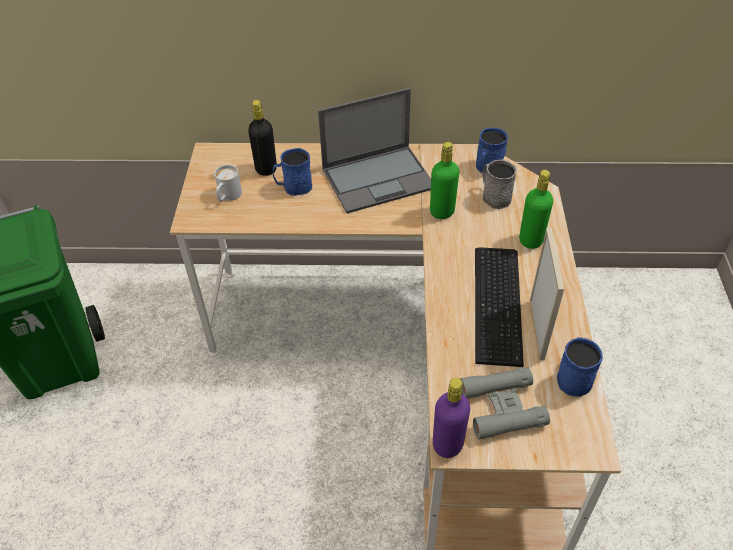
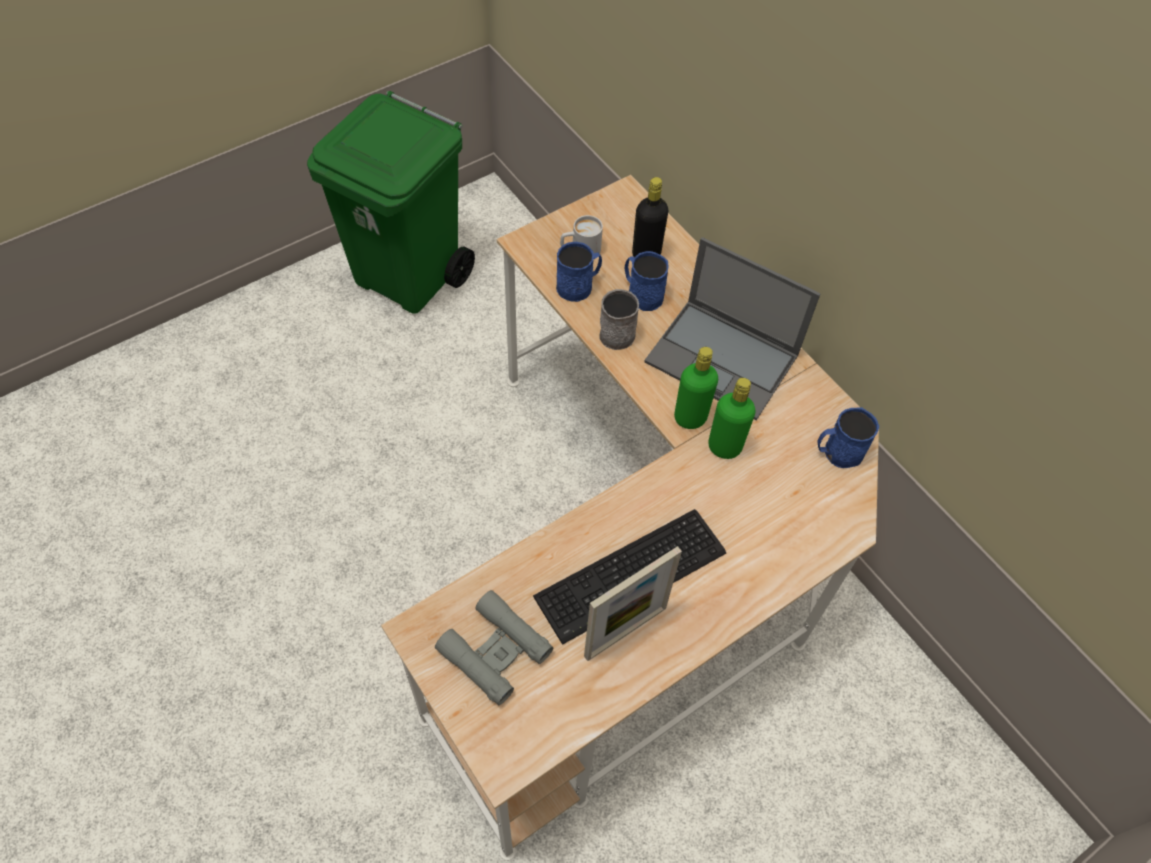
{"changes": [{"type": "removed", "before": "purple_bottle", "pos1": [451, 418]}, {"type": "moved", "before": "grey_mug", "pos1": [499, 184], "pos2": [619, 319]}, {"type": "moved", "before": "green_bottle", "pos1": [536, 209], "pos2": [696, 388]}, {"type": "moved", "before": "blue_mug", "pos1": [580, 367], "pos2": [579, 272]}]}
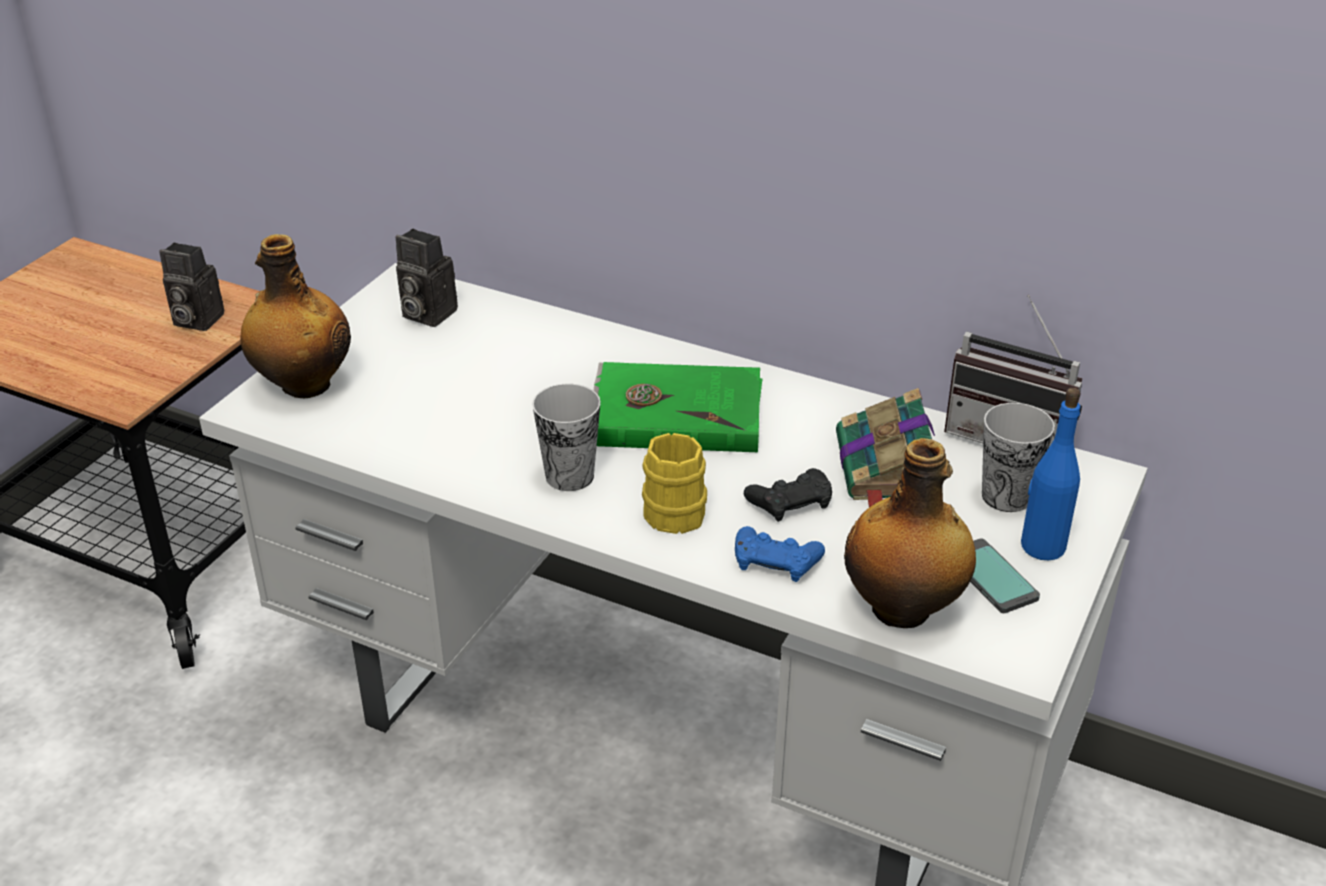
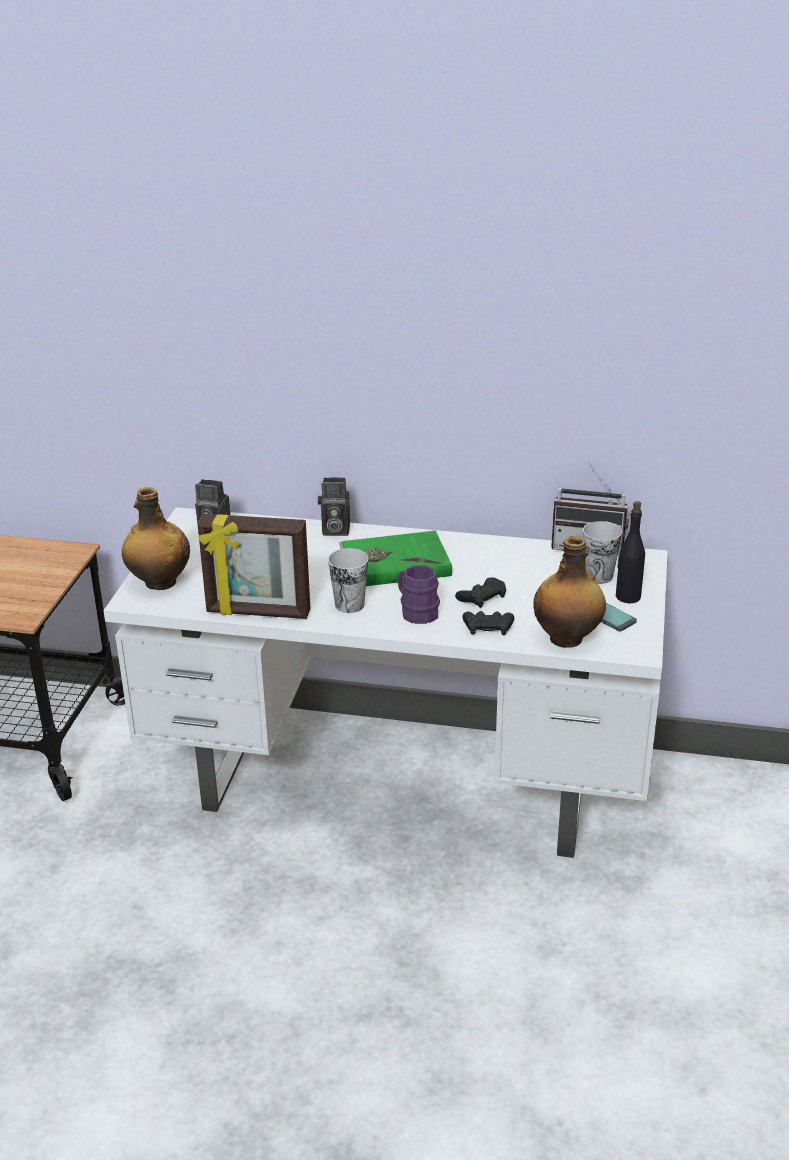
{"changes": [{"type": "moved", "before": "photo_camera", "pos1": [191, 286], "pos2": [334, 506]}, {"type": "recoloured", "before": "yellow_mug", "after": "purple_mug", "pos1": [674, 483], "pos2": [419, 594]}, {"type": "recoloured", "before": "blue_game_controller", "after": "black_game_controller", "pos1": [780, 554], "pos2": [488, 623]}, {"type": "removed", "before": "book", "pos1": [885, 447]}, {"type": "recoloured", "before": "blue_bottle", "after": "black_bottle", "pos1": [1051, 474], "pos2": [630, 552]}, {"type": "added", "after": "picture_frame", "pos2": [253, 566]}]}
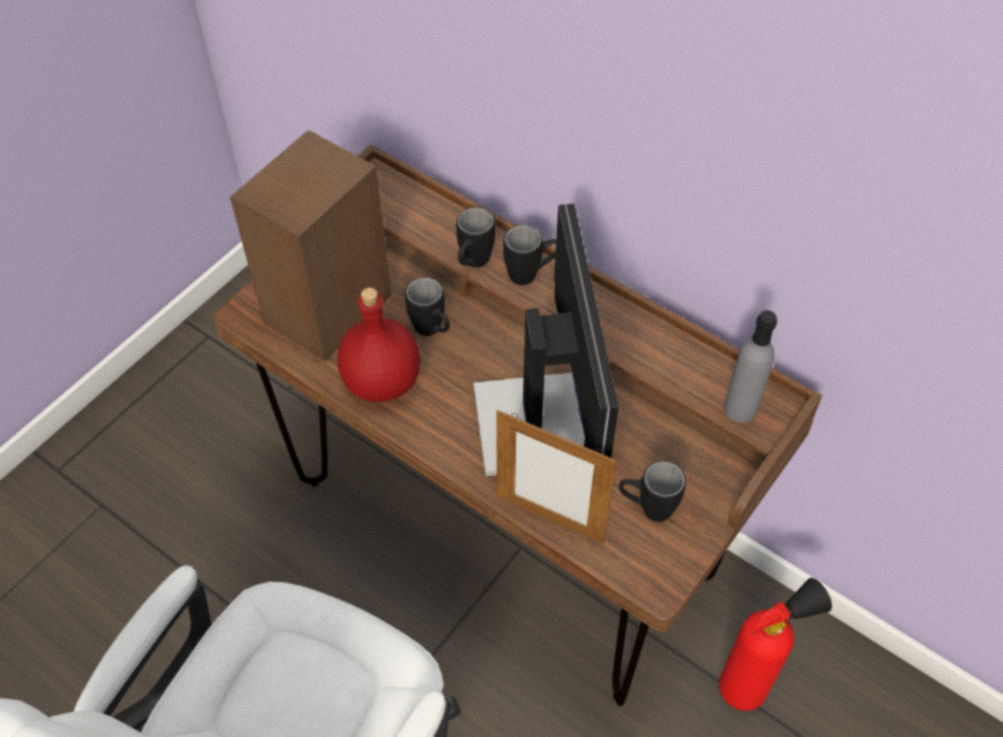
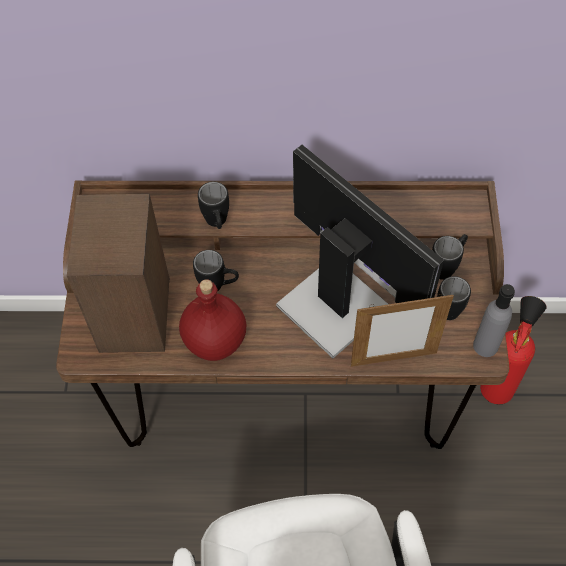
{"changes": [{"type": "moved", "before": "black_mug", "pos1": [529, 255], "pos2": [450, 257]}, {"type": "moved", "before": "grey_bottle", "pos1": [750, 366], "pos2": [494, 320]}]}
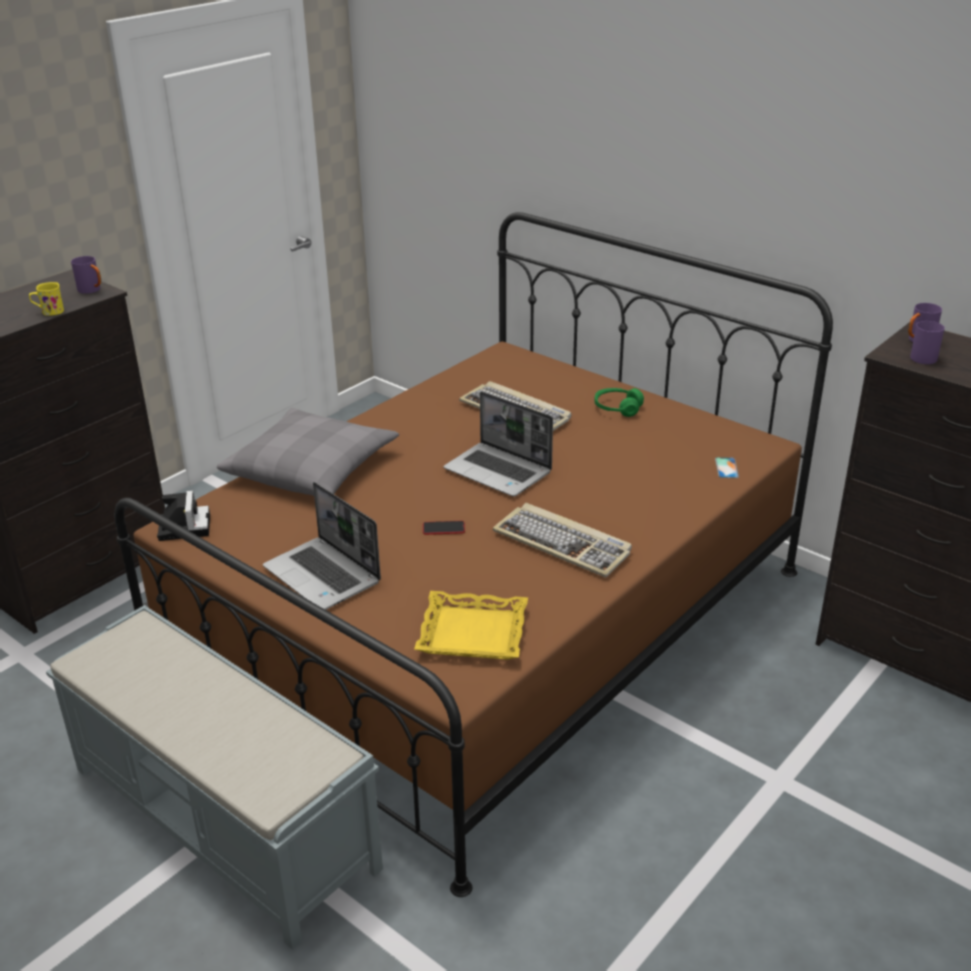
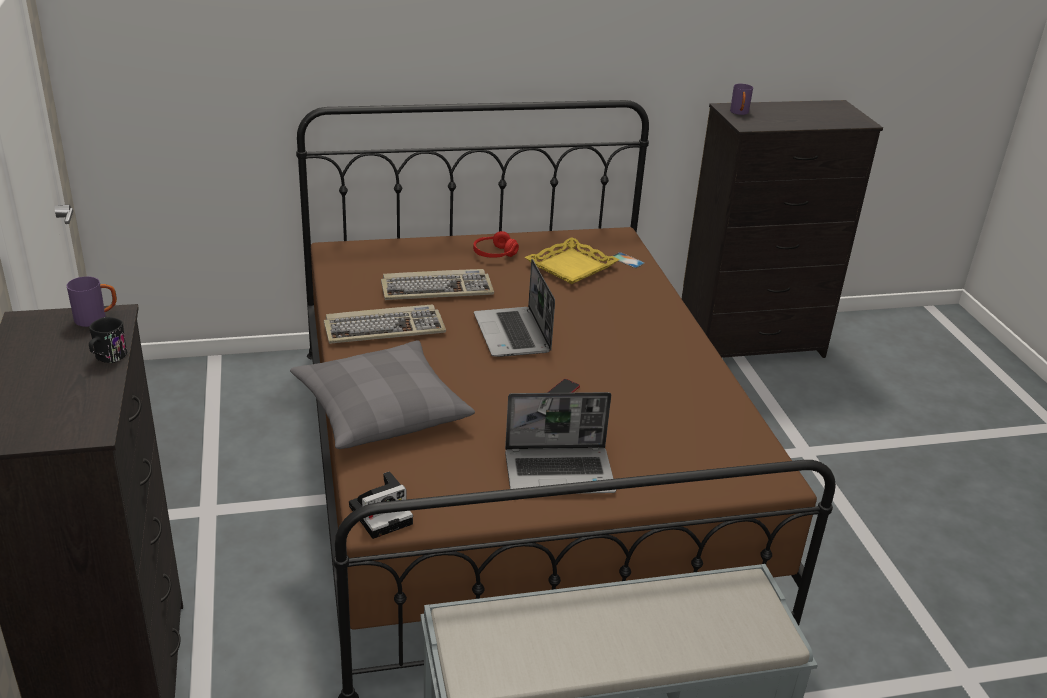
{"changes": [{"type": "recoloured", "before": "yellow_mug", "after": "black_mug", "pos1": [46, 299], "pos2": [108, 340]}, {"type": "turned", "before": "photo_camera", "pos1": [183, 516], "pos2": [381, 505], "turn": 120}, {"type": "moved", "before": "yellow_tray", "pos1": [471, 625], "pos2": [572, 260]}, {"type": "turned", "before": "laptop", "pos1": [498, 444], "pos2": [514, 308], "turn": 90}, {"type": "moved", "before": "keyboard", "pos1": [562, 540], "pos2": [385, 324]}, {"type": "recoloured", "before": "green_headphones", "after": "red_headphones", "pos1": [619, 402], "pos2": [496, 244]}, {"type": "removed", "before": "purple_mug", "pos1": [927, 342]}]}
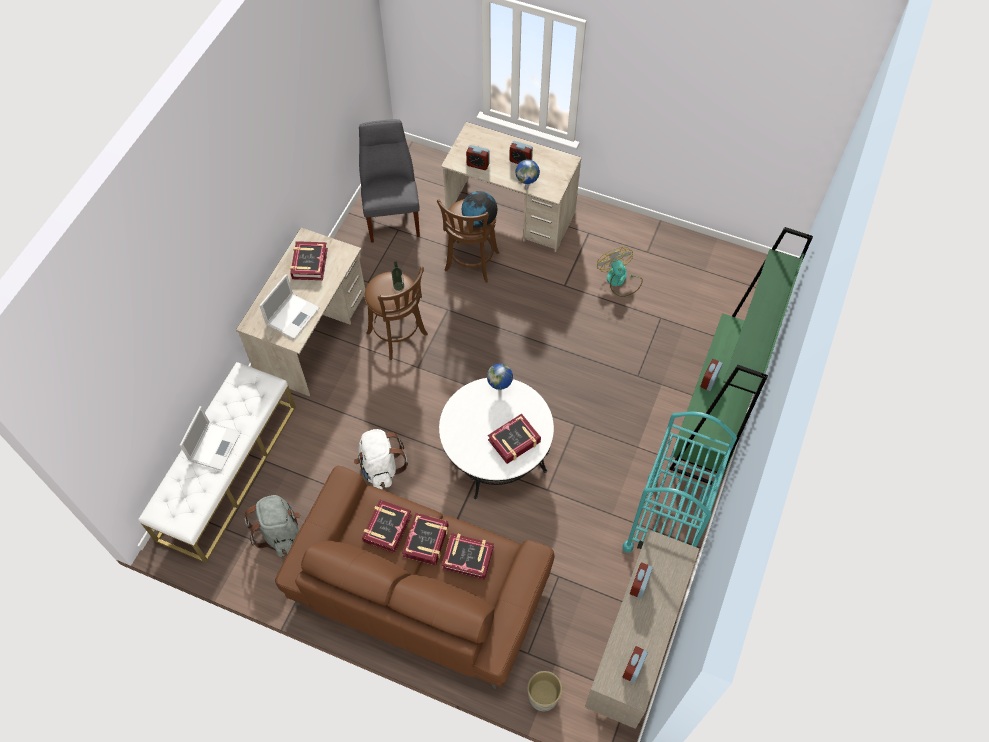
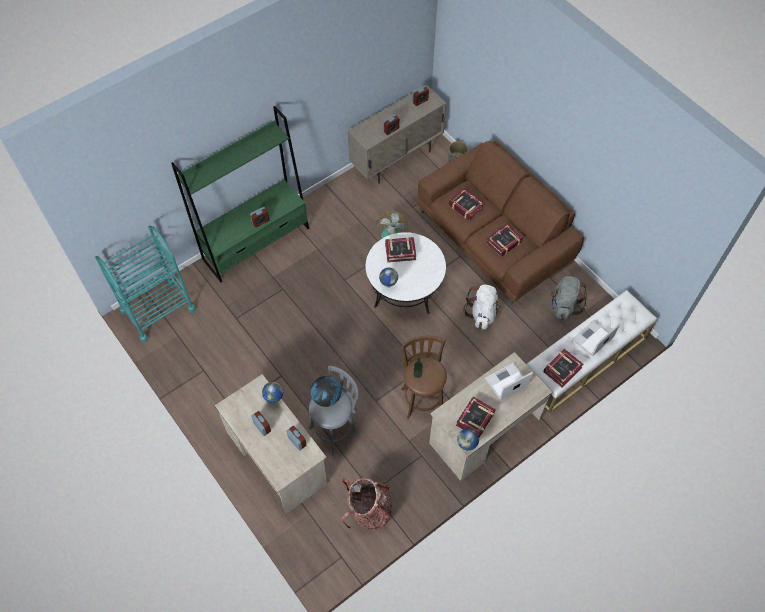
{"changes": [{"type": "replaced", "before": "grey_chair", "after": "backpack", "pos1": [389, 181], "pos2": [367, 504]}, {"type": "moved", "before": "book", "pos1": [425, 539], "pos2": [563, 368]}, {"type": "recoloured", "before": "brown_stool", "after": "grey_stool", "pos1": [468, 241], "pos2": [334, 410]}, {"type": "moved", "before": "fan", "pos1": [620, 272], "pos2": [392, 224]}, {"type": "moved", "before": "turquoise_cart", "pos1": [680, 482], "pos2": [145, 284]}, {"type": "added", "after": "globe", "pos2": [468, 440]}]}
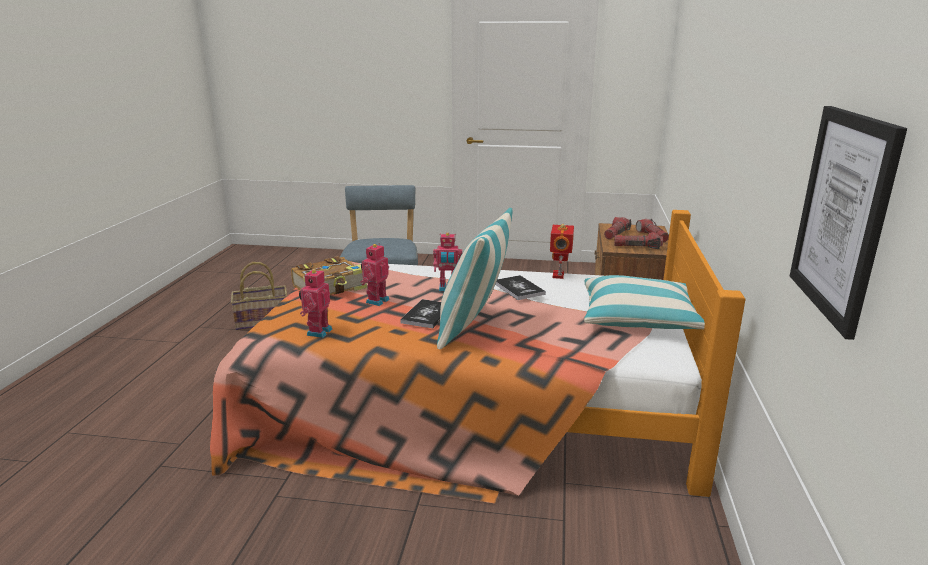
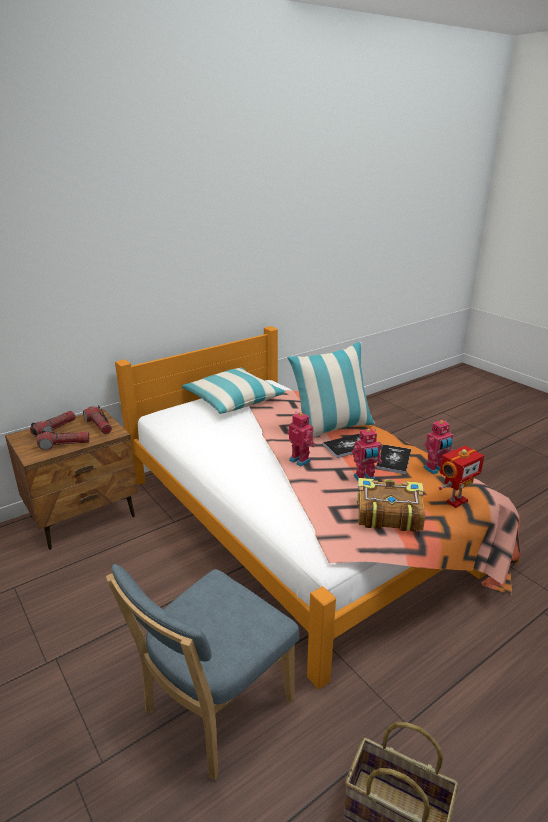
{"changes": [{"type": "moved", "before": "book", "pos1": [520, 287], "pos2": [393, 459]}, {"type": "moved", "before": "toy_robot", "pos1": [562, 251], "pos2": [461, 477]}, {"type": "removed", "before": "picture", "pos1": [848, 223]}]}
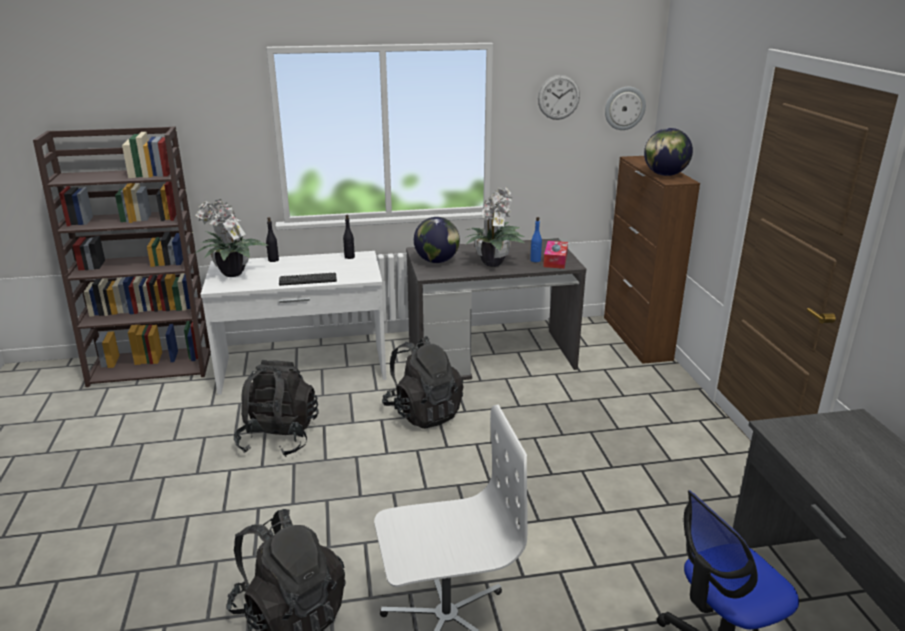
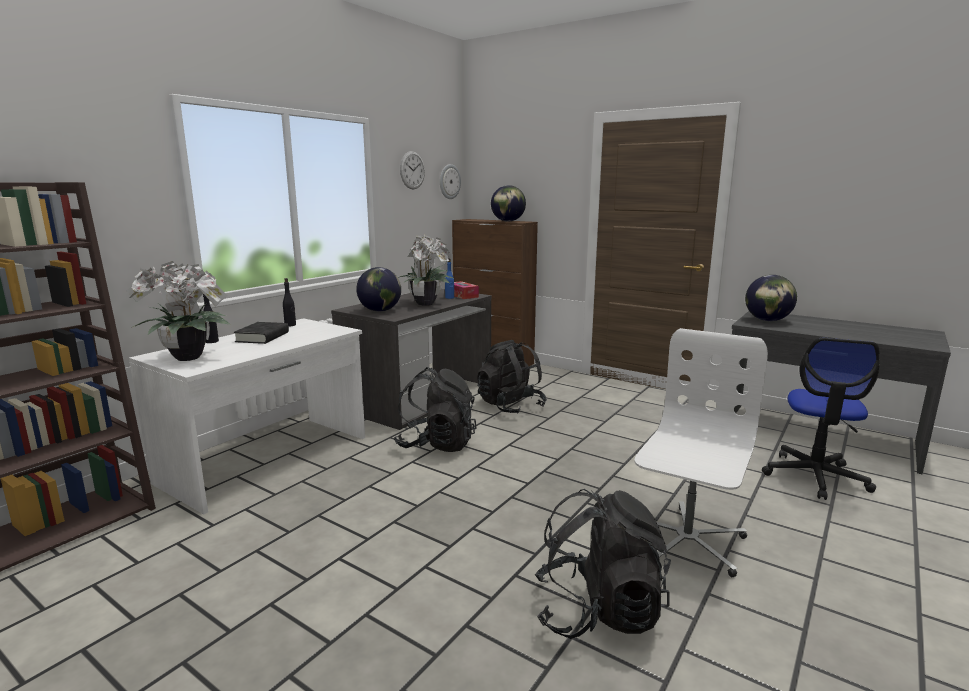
{"changes": [{"type": "moved", "before": "black_backpack", "pos1": [276, 408], "pos2": [512, 377]}, {"type": "removed", "before": "keyboard", "pos1": [308, 279]}, {"type": "added", "after": "black_book", "pos2": [261, 333]}, {"type": "added", "after": "globe", "pos2": [771, 298]}]}
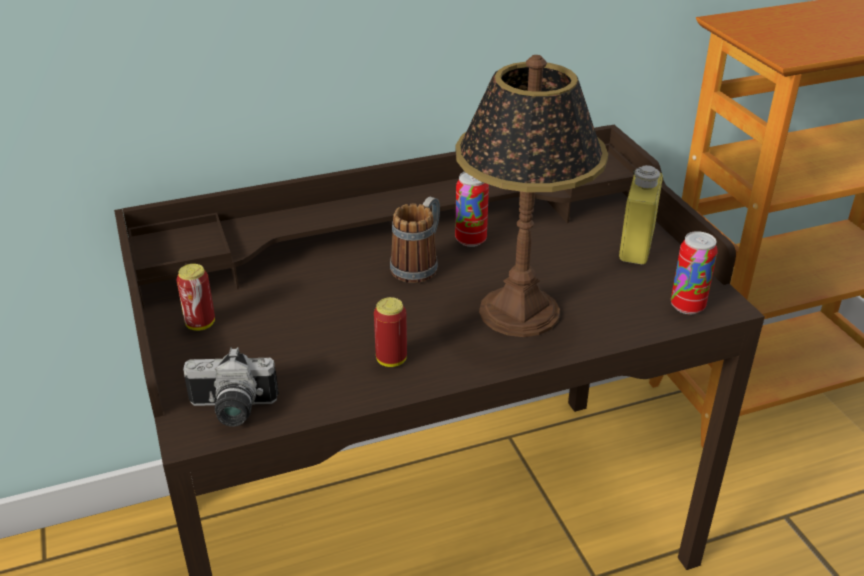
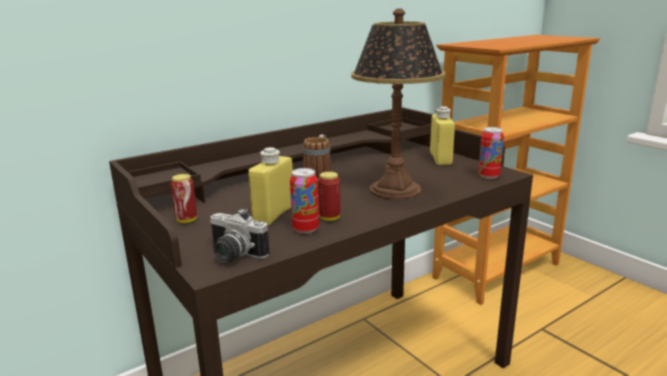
{"changes": [{"type": "turned", "before": "photo_camera", "pos1": [231, 387], "pos2": [239, 235], "turn": 45}, {"type": "moved", "before": "can", "pos1": [472, 209], "pos2": [304, 201]}, {"type": "added", "after": "yellow_bottle", "pos2": [270, 186]}]}
